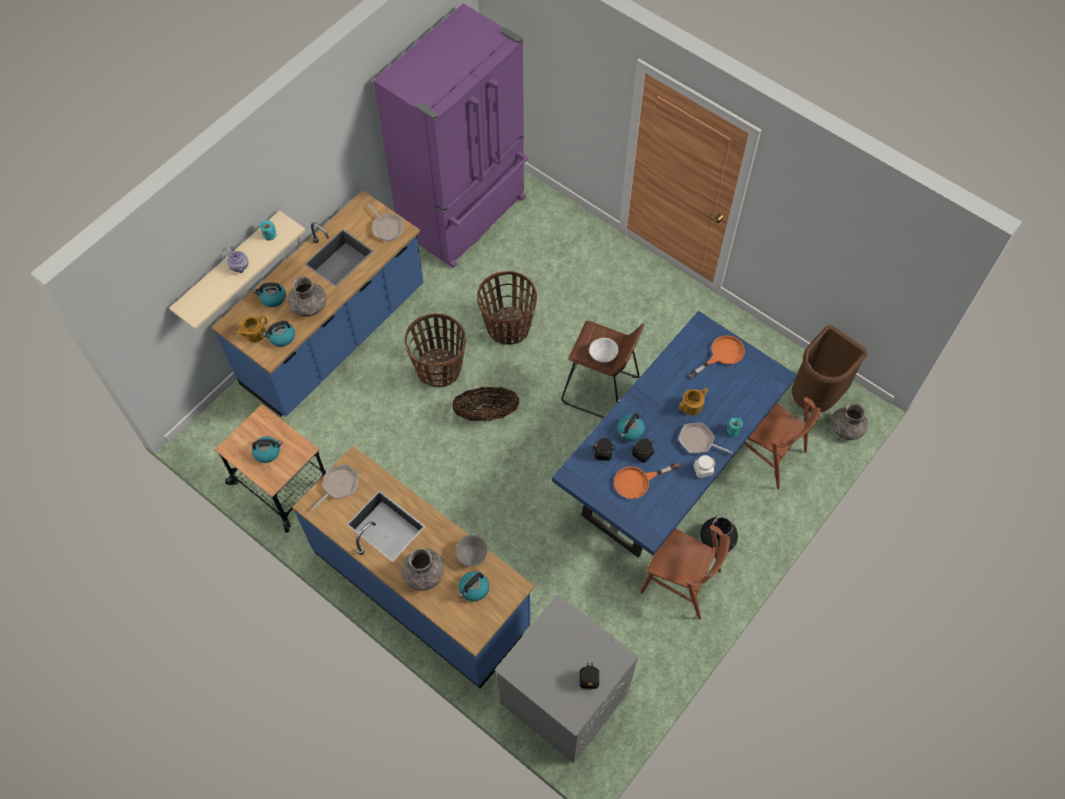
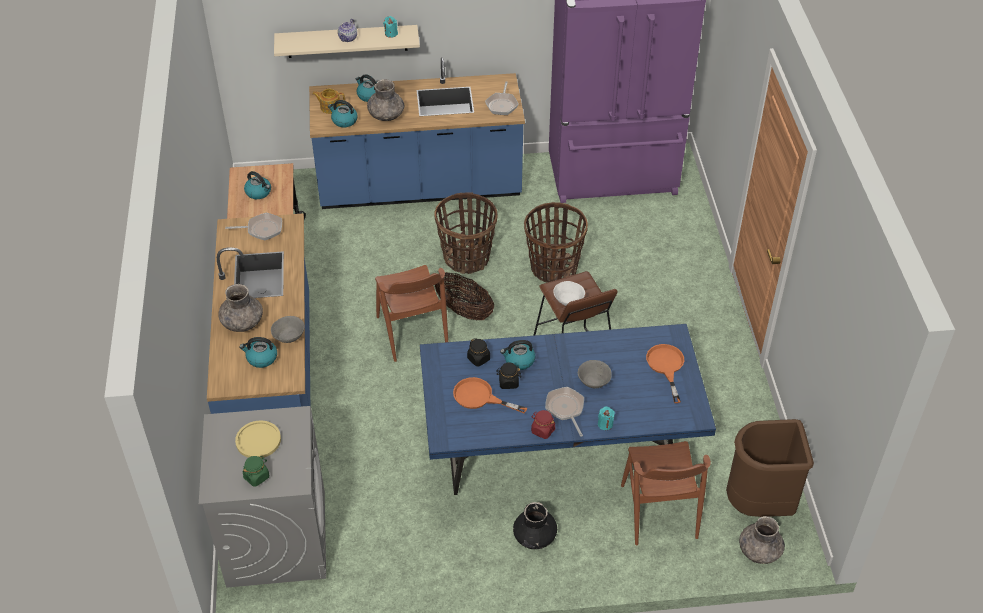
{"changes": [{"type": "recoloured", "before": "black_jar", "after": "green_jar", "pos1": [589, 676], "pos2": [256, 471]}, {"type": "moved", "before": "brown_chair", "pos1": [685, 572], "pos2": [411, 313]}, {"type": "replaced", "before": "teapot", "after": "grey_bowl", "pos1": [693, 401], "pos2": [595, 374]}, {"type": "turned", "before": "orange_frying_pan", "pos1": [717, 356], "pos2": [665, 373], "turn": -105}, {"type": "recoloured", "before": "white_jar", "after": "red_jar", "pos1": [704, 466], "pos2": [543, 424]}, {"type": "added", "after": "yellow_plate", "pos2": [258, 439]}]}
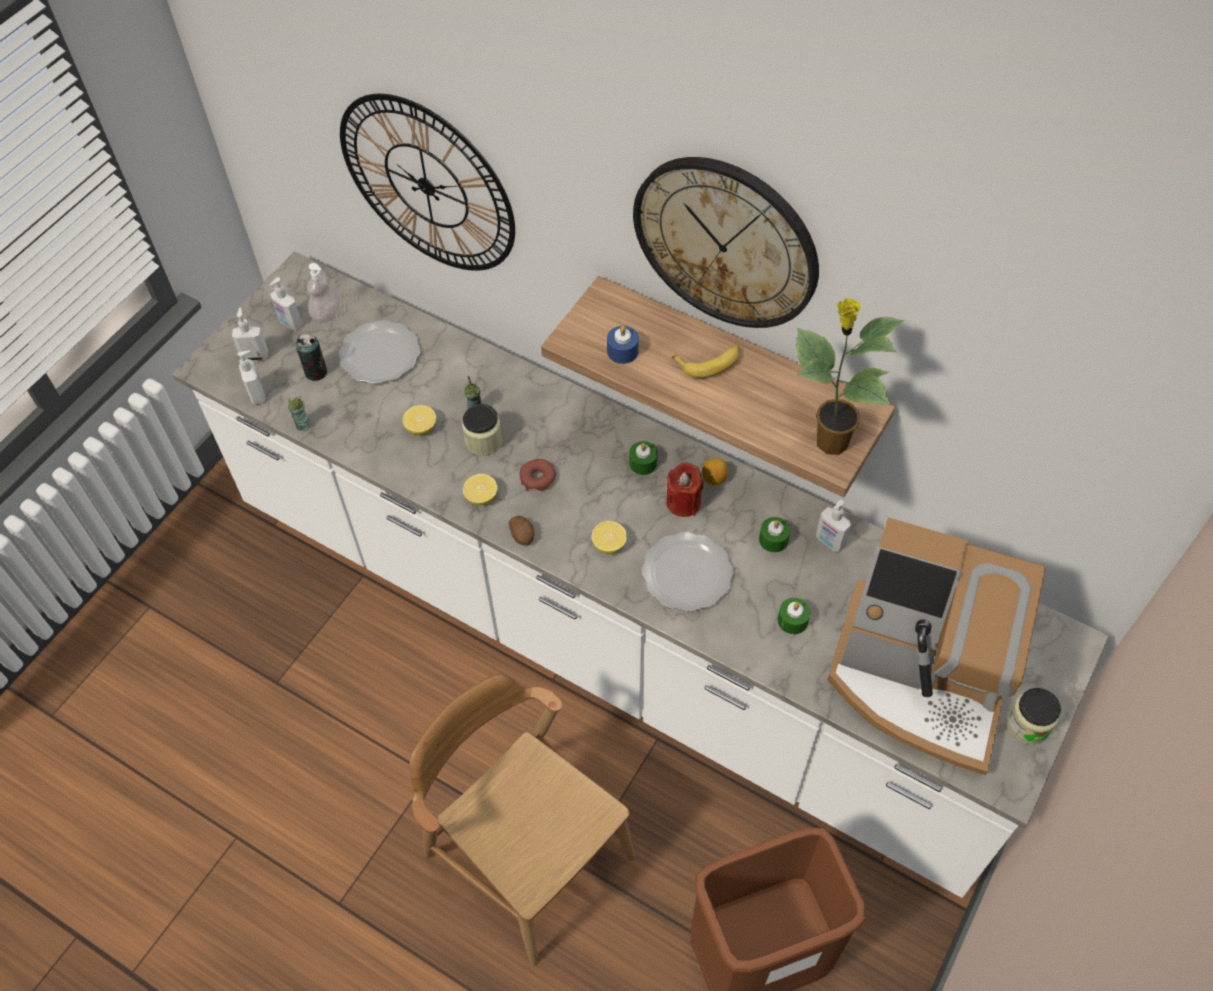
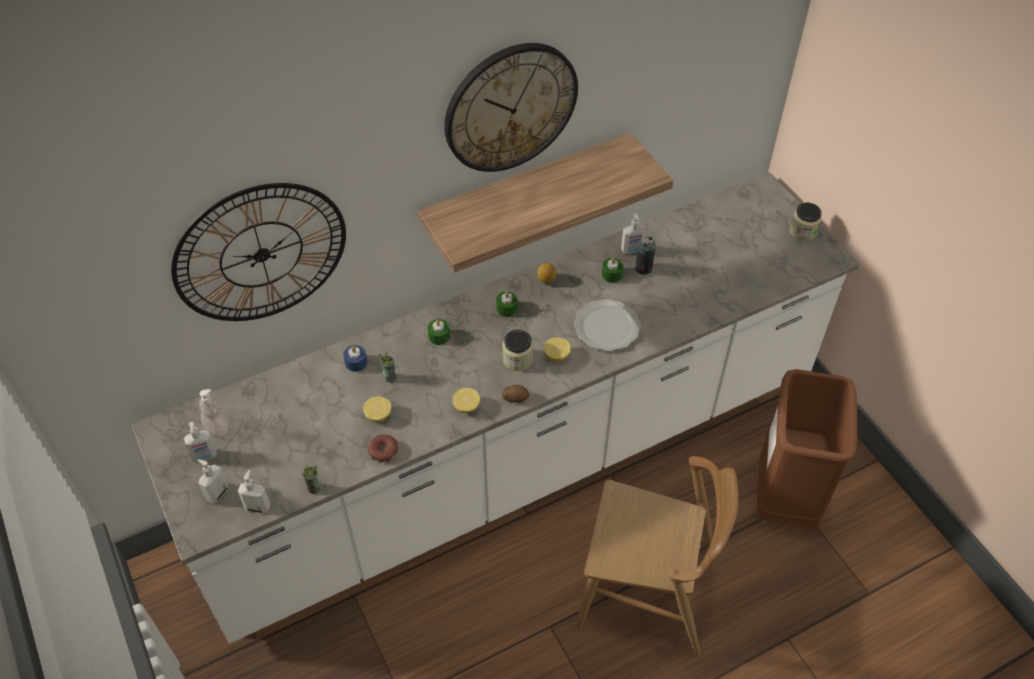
{"changes": [{"type": "moved", "before": "can", "pos1": [311, 357], "pos2": [645, 255]}, {"type": "removed", "before": "plate", "pos1": [379, 352]}, {"type": "turned", "before": "brown_chair", "pos1": [522, 820], "pos2": [657, 556], "turn": -150}, {"type": "moved", "before": "jar", "pos1": [482, 430], "pos2": [517, 350]}, {"type": "moved", "before": "donut", "pos1": [538, 475], "pos2": [383, 448]}, {"type": "moved", "before": "blue_candle", "pos1": [623, 345], "pos2": [355, 358]}, {"type": "removed", "before": "red_candle", "pos1": [684, 489]}, {"type": "removed", "before": "banana", "pos1": [706, 361]}, {"type": "moved", "before": "green_candle", "pos1": [794, 616], "pos2": [438, 332]}, {"type": "removed", "before": "potted_plant", "pos1": [850, 376]}, {"type": "removed", "before": "coffee_machine", "pos1": [936, 646]}]}
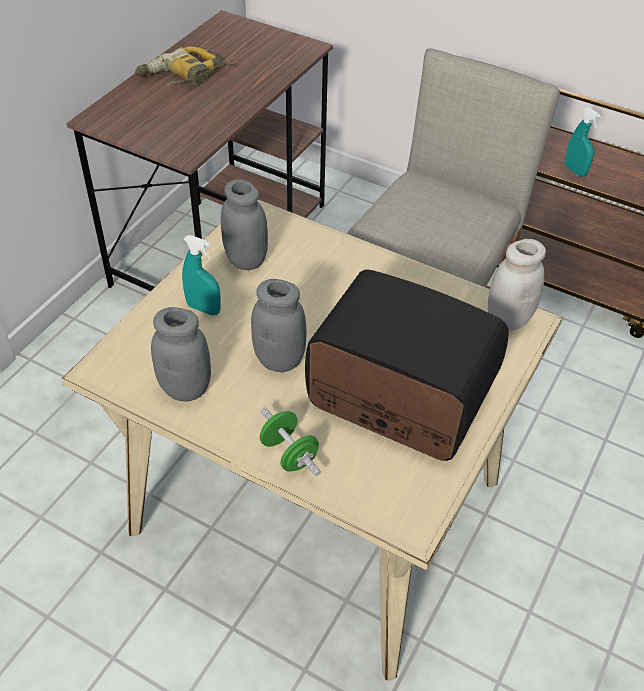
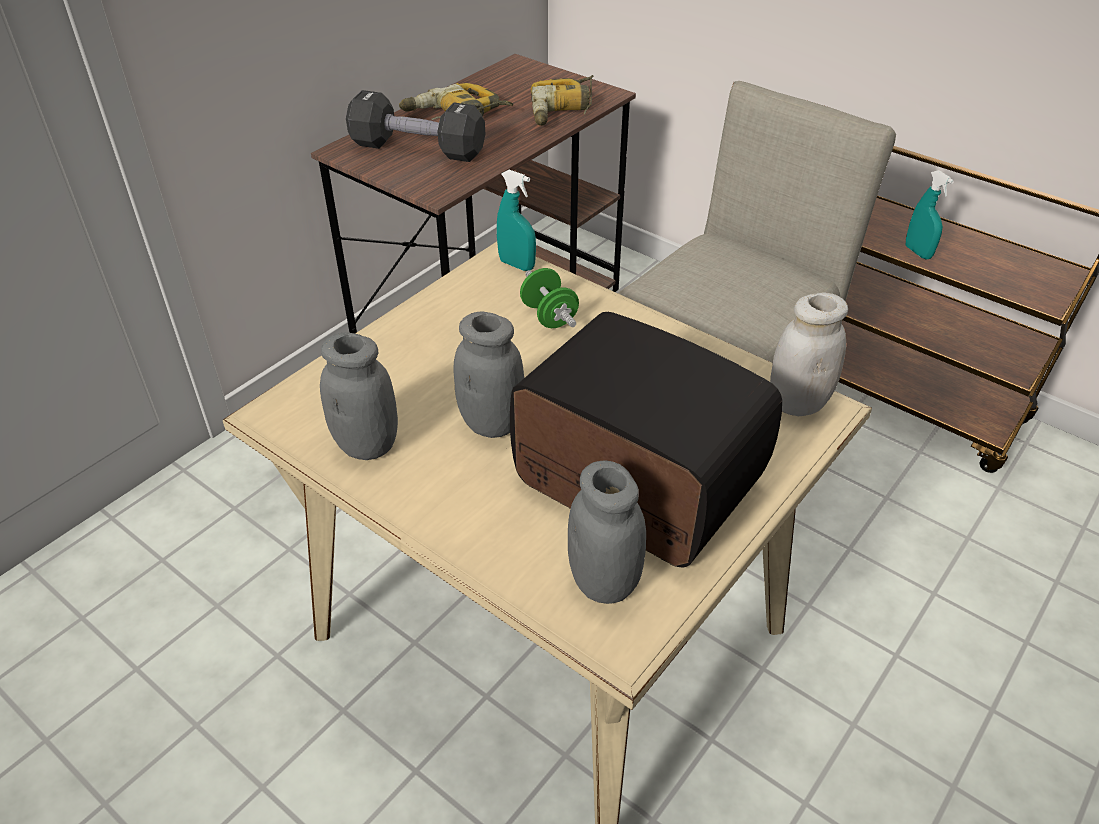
{"changes": [{"type": "moved", "before": "turquoise_spray_bottle", "pos1": [201, 275], "pos2": [516, 220]}, {"type": "moved", "before": "grey_jar", "pos1": [244, 224], "pos2": [607, 532]}, {"type": "moved", "before": "green_dumbbell", "pos1": [290, 441], "pos2": [549, 298]}, {"type": "added", "after": "black_dumbbell", "pos2": [415, 126]}, {"type": "added", "after": "power_drill", "pos2": [562, 100]}]}
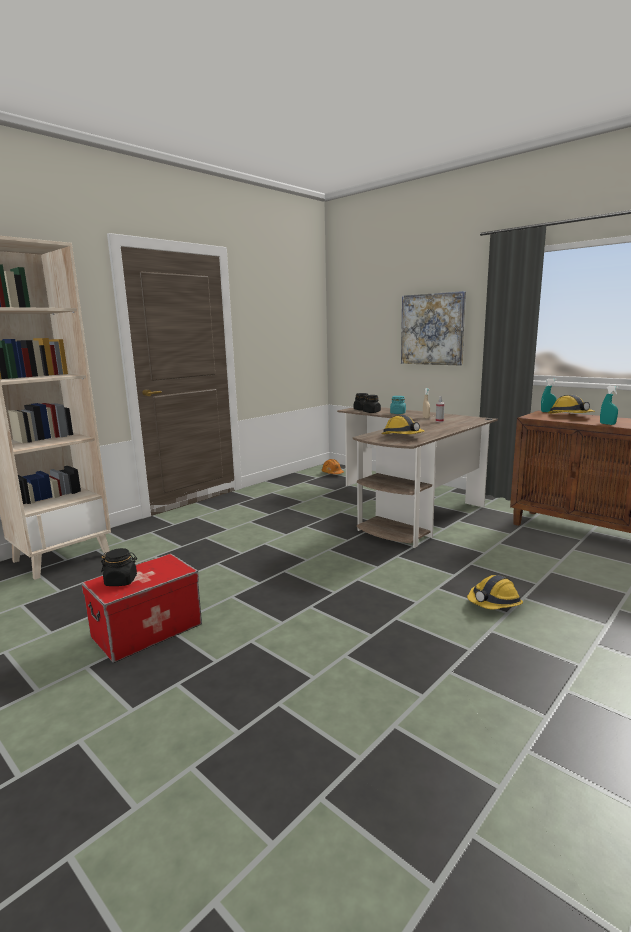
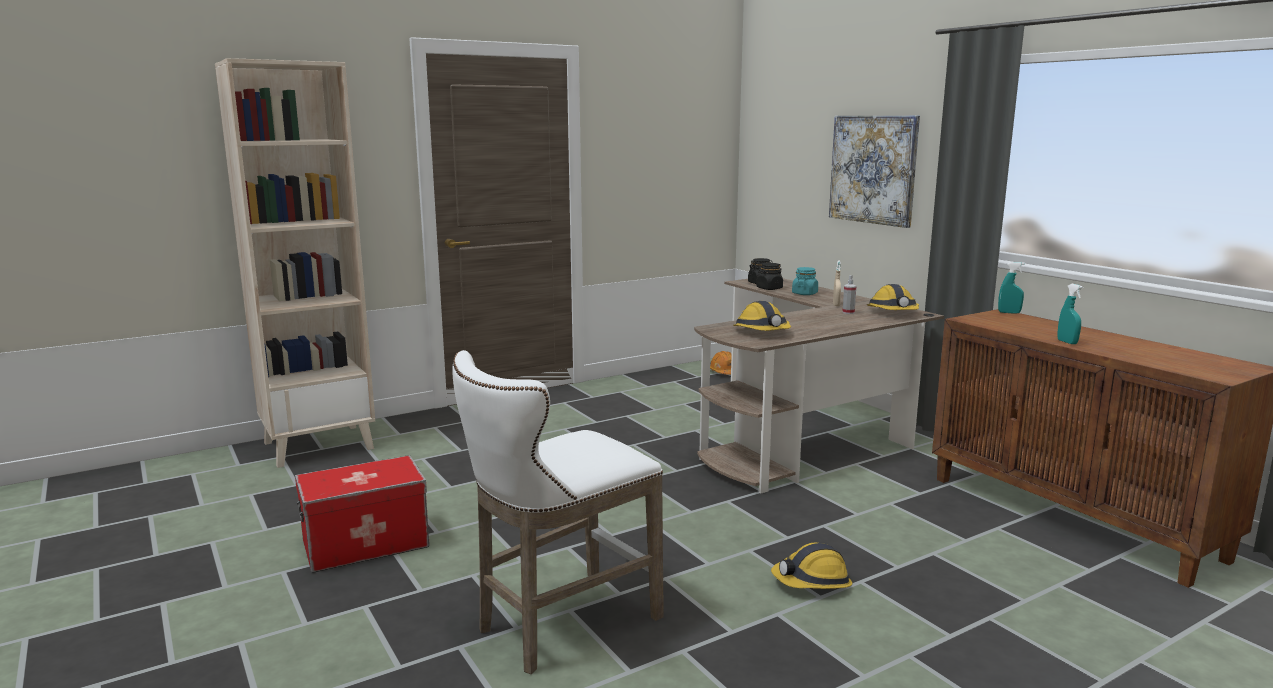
{"changes": [{"type": "removed", "before": "black_jar", "pos1": [119, 567]}, {"type": "moved", "before": "hard_hat", "pos1": [571, 404], "pos2": [892, 297]}, {"type": "added", "after": "white_stool", "pos2": [558, 512]}]}
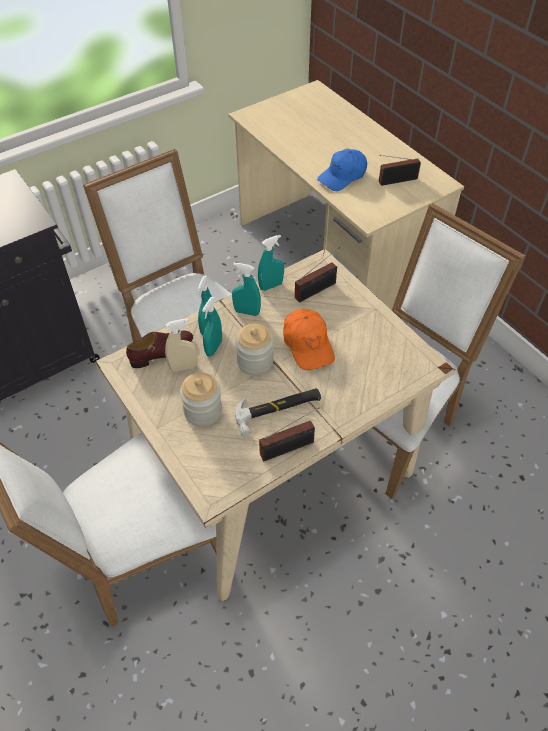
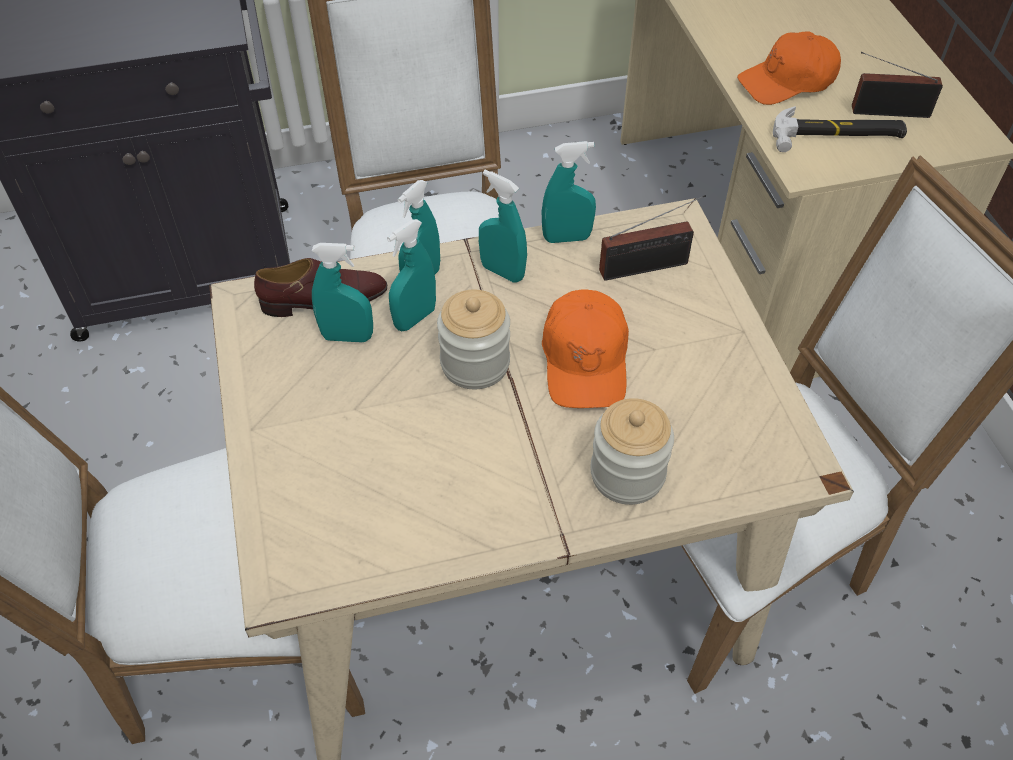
{"changes": [{"type": "recoloured", "before": "beige_spray_bottle", "after": "turquoise_spray_bottle", "pos1": [181, 345], "pos2": [342, 293]}, {"type": "moved", "before": "jar", "pos1": [201, 399], "pos2": [632, 451]}, {"type": "moved", "before": "hammer", "pos1": [278, 412], "pos2": [840, 129]}, {"type": "removed", "before": "radio", "pos1": [289, 434]}, {"type": "recoloured", "before": "blue_cap", "after": "orange_cap", "pos1": [342, 170], "pos2": [789, 68]}]}
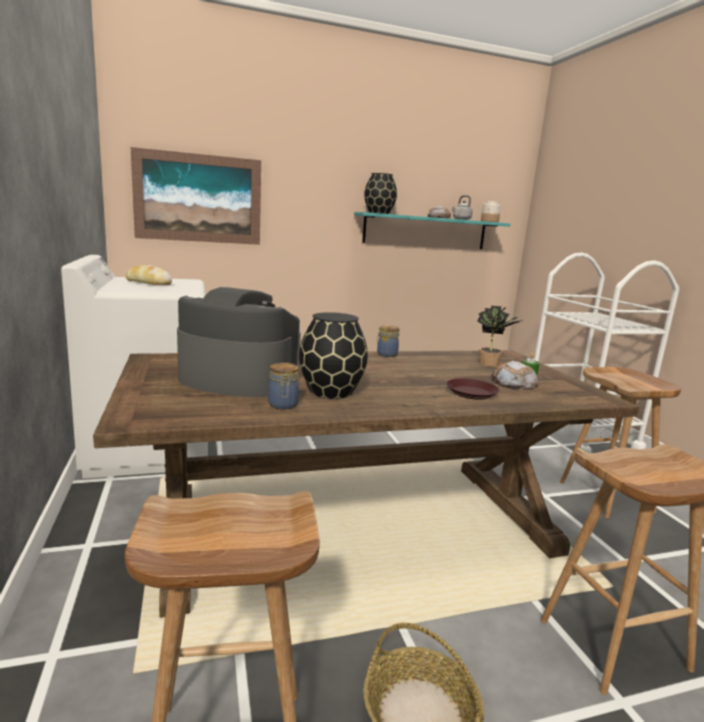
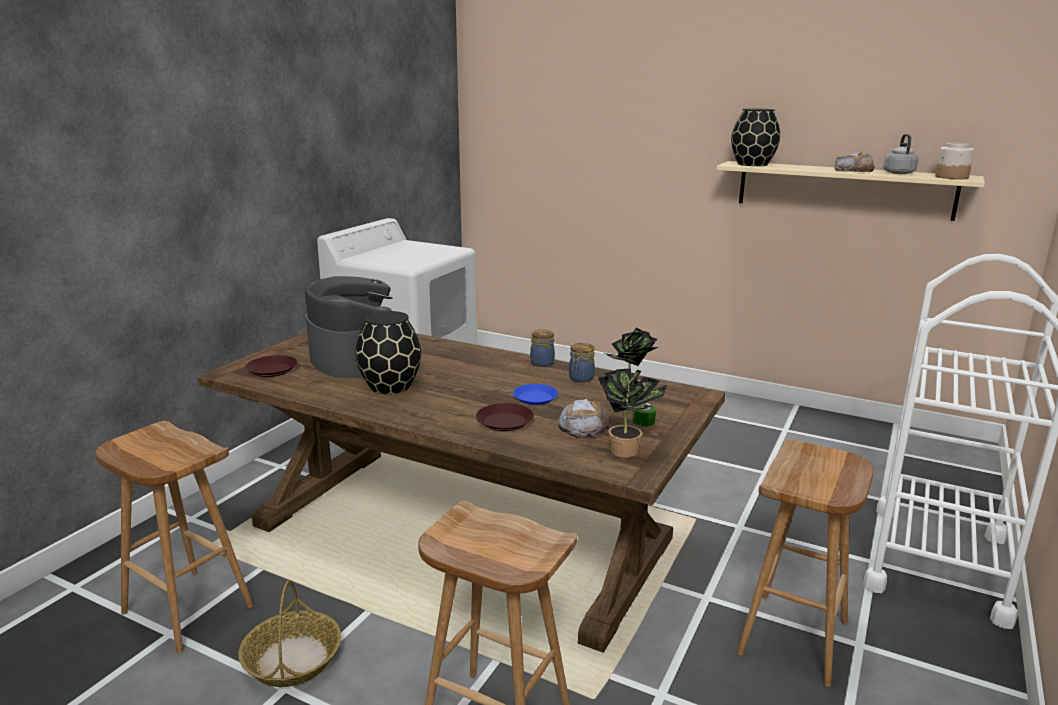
{"changes": [{"type": "removed", "before": "bread", "pos1": [149, 275]}, {"type": "removed", "before": "picture", "pos1": [196, 196]}, {"type": "moved", "before": "jar", "pos1": [283, 386], "pos2": [582, 362]}, {"type": "recoloured", "before": "turquoise_shelf", "after": "beige_shelf", "pos1": [432, 230], "pos2": [850, 191]}, {"type": "added", "after": "brown_plate", "pos2": [271, 366]}, {"type": "added", "after": "blue_plate", "pos2": [535, 394]}, {"type": "added", "after": "potted_plant", "pos2": [632, 413]}]}
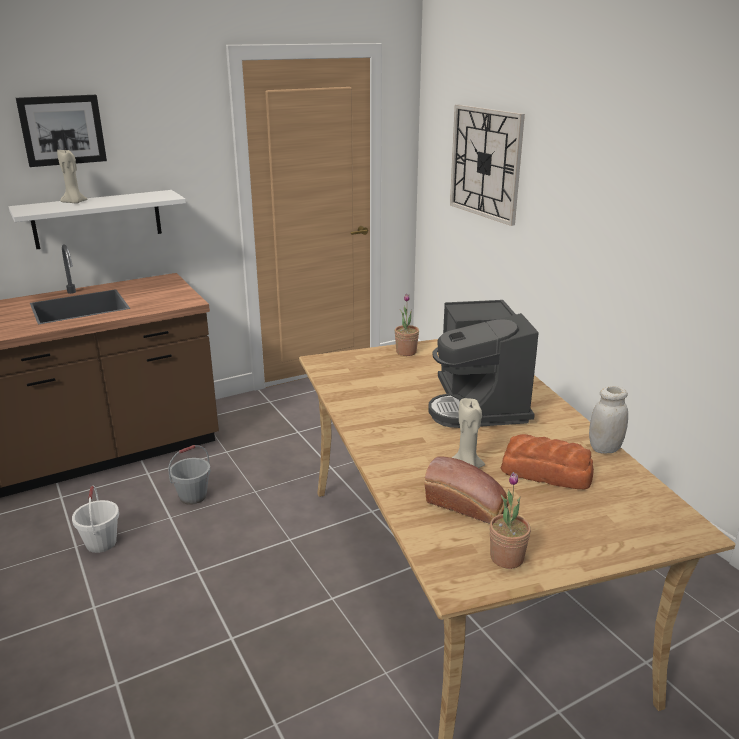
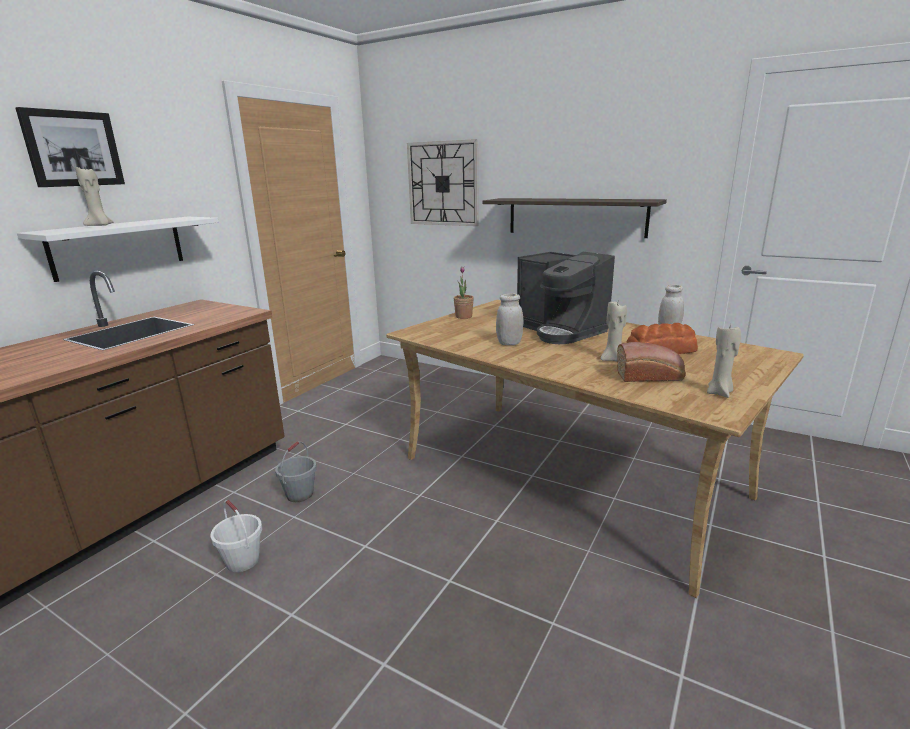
{"changes": [{"type": "replaced", "before": "potted_plant", "after": "beige_candle", "pos1": [510, 520], "pos2": [724, 361]}, {"type": "added", "after": "shelf", "pos2": [575, 218]}, {"type": "added", "after": "white_jar", "pos2": [509, 319]}]}
